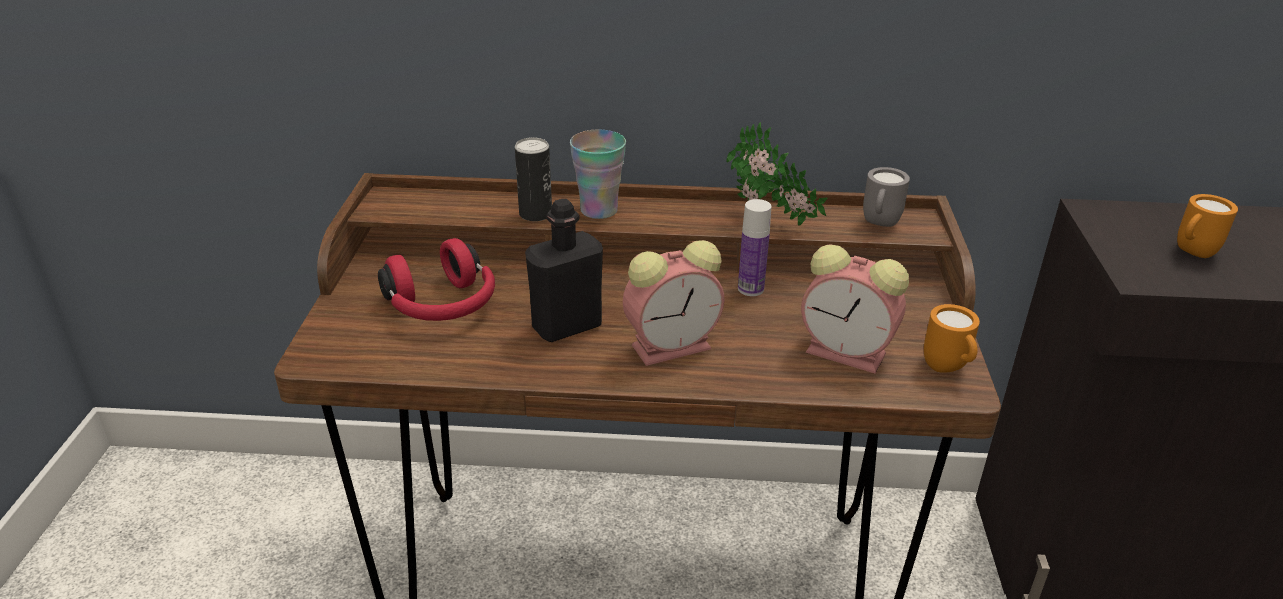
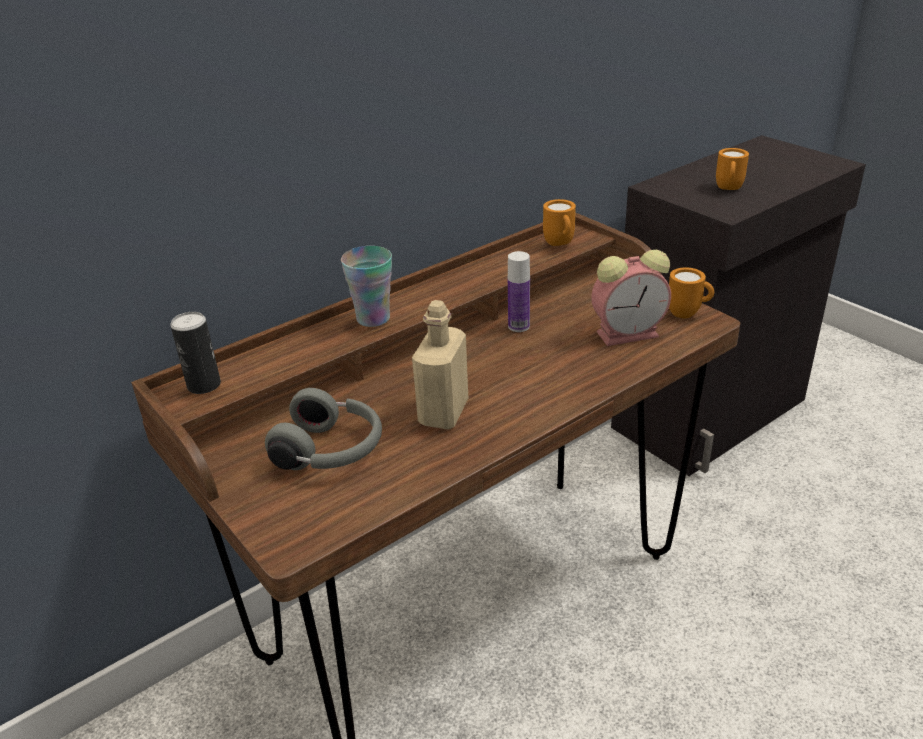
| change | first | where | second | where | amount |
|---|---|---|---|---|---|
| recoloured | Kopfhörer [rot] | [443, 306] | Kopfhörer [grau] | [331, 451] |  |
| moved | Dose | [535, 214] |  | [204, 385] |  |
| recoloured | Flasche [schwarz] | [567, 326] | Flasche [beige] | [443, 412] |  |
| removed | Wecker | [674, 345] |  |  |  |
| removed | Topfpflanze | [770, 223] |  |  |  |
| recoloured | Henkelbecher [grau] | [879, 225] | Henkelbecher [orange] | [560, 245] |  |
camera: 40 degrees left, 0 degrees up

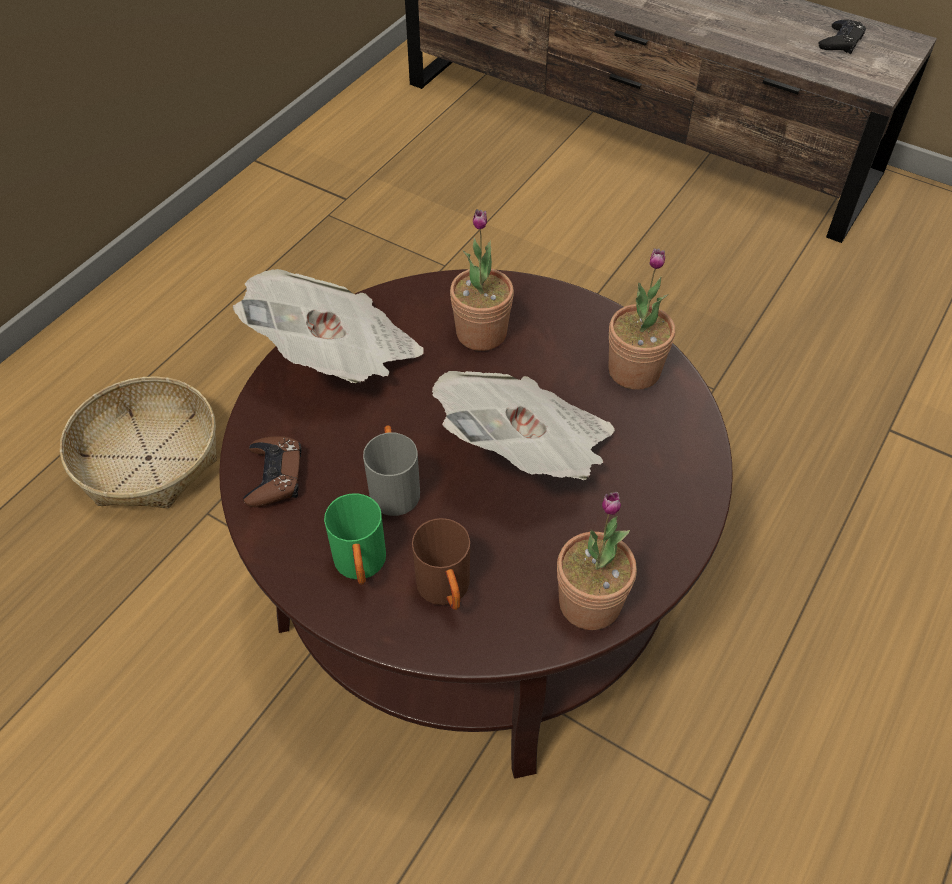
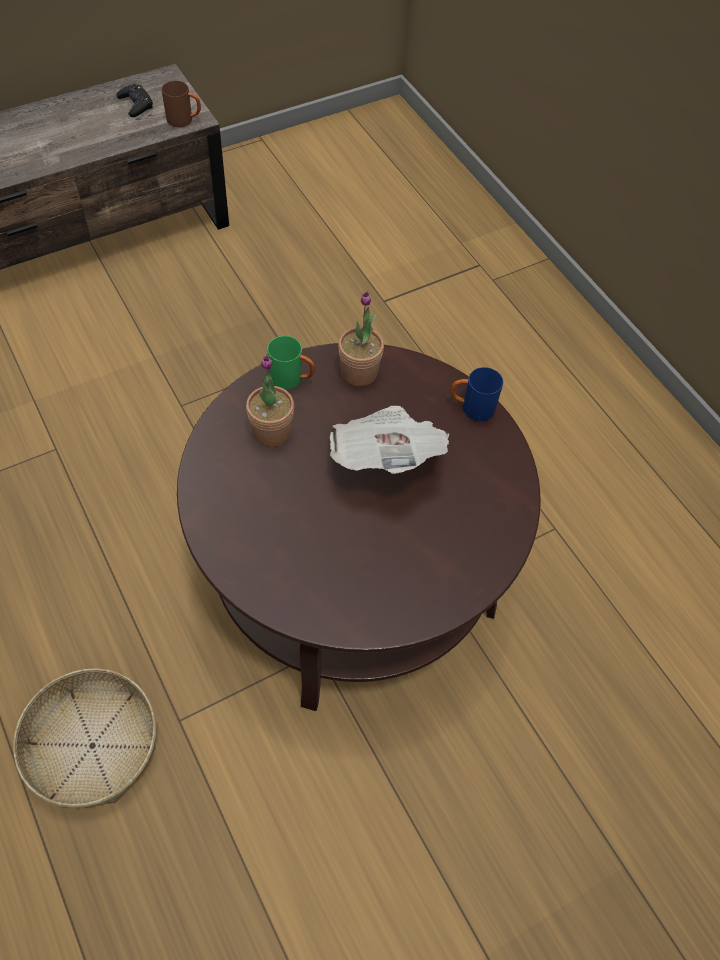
| change | first | where | second | where | amount |
|---|---|---|---|---|---|
| removed | Zeitung | [338, 357] |  |  |  |
| removed | Gamepad [braun] | [274, 476] |  |  |  |
| moved | Henkelbecher [grün] | [361, 567] |  | [292, 380] |  |
| removed | Henkelbecher [grau] | [394, 487] |  |  |  |
| moved | Henkelbecher [braun] | [446, 592] |  | [184, 120] |  |
| removed | Topfpflanze | [589, 603] |  |  |  |
| added |  |  | Henkelbecher [blau] | [471, 408] |  |
camera: 65 degrees left, 5 degrees up

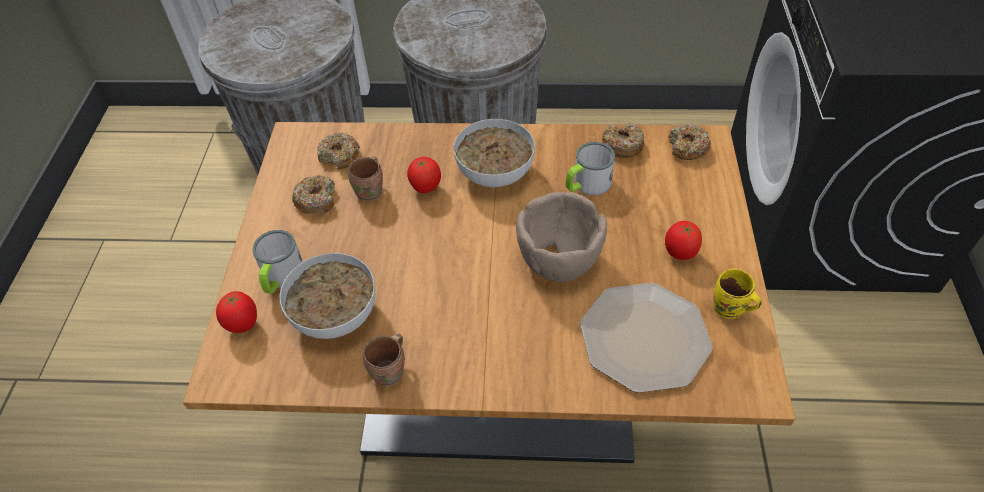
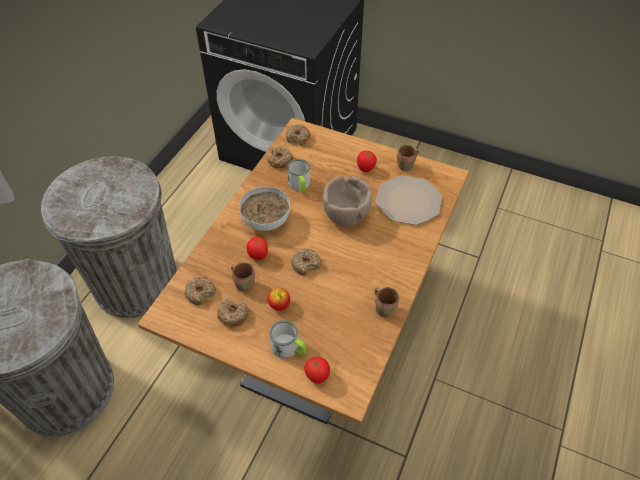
| change | first | where | second | where | amount |
|---|---|---|---|---|---|
| removed | Schüssel | [335, 313] |  |  |  |
| recoloured | Henkelbecher [gelb] | [729, 310] | Henkelbecher [braun] | [406, 166] |  |
| added |  |  | Apfel | [279, 305] |  |
| added |  |  | Donut | [306, 264] |  |
camera: 70 degrees left, 0 degrees up

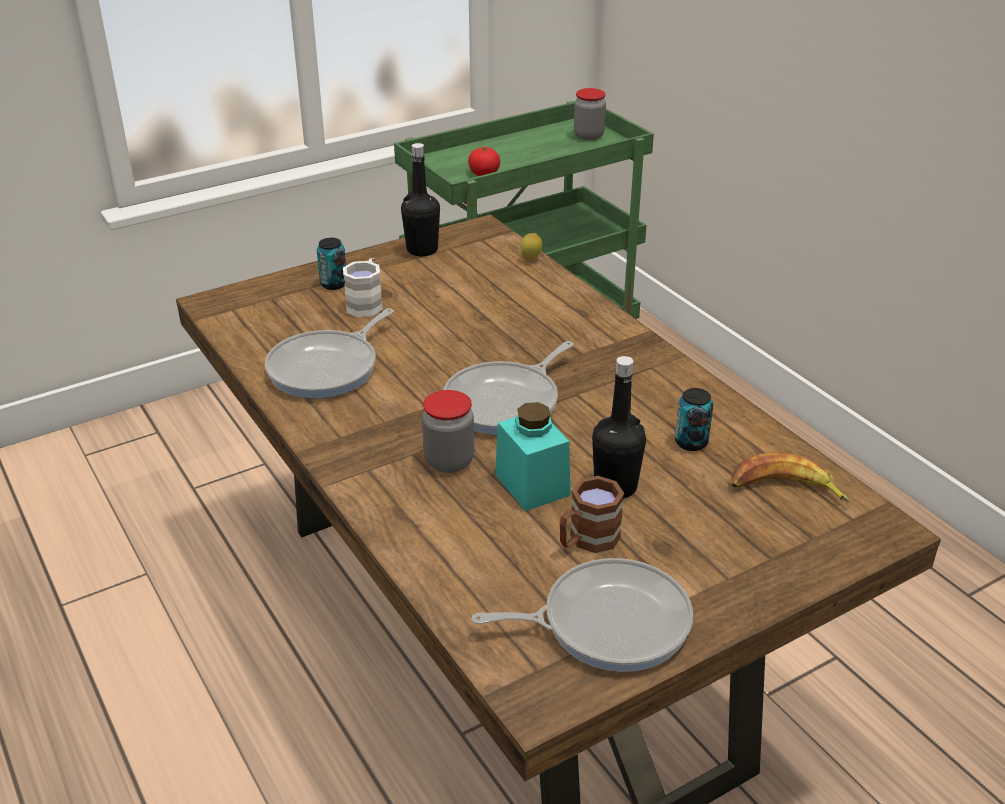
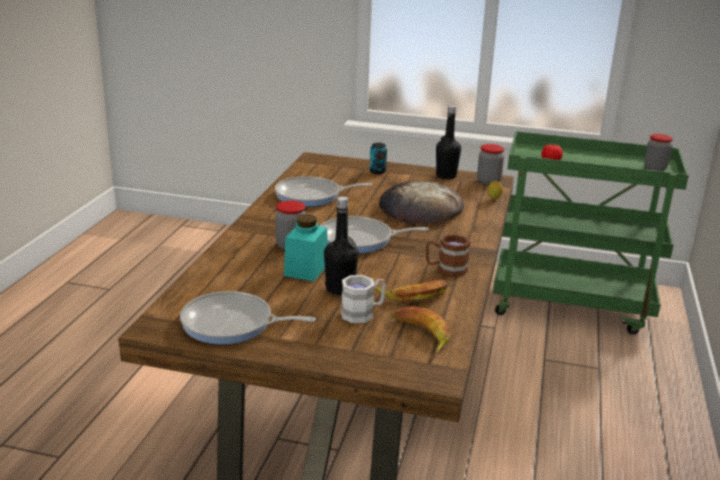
| change | first | where | second | where | amount |
|---|---|---|---|---|---|
| moved | Henkelbecher [weiß] | [367, 303] |  | [363, 313] |  |
| turned | Pfanne | [607, 622] |  | [232, 325] | 150 degrees clockwise |
| moved | Henkelbecher [braun] | [587, 540] |  | [445, 269] |  |
| replaced | Dose | [691, 442] | Banane | [414, 295] |  |
| added |  |  | Brot | [420, 209] |  |
| added |  |  | Vorratsglas | [488, 181] |  |
camera: 45 degrees right, 10 degrees down

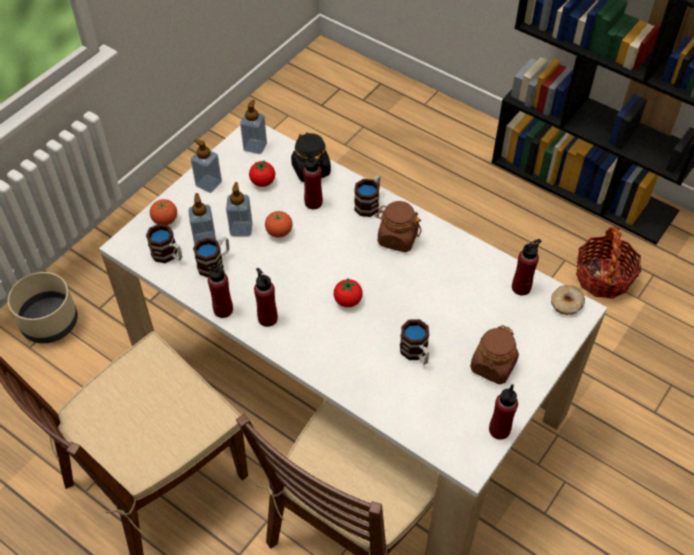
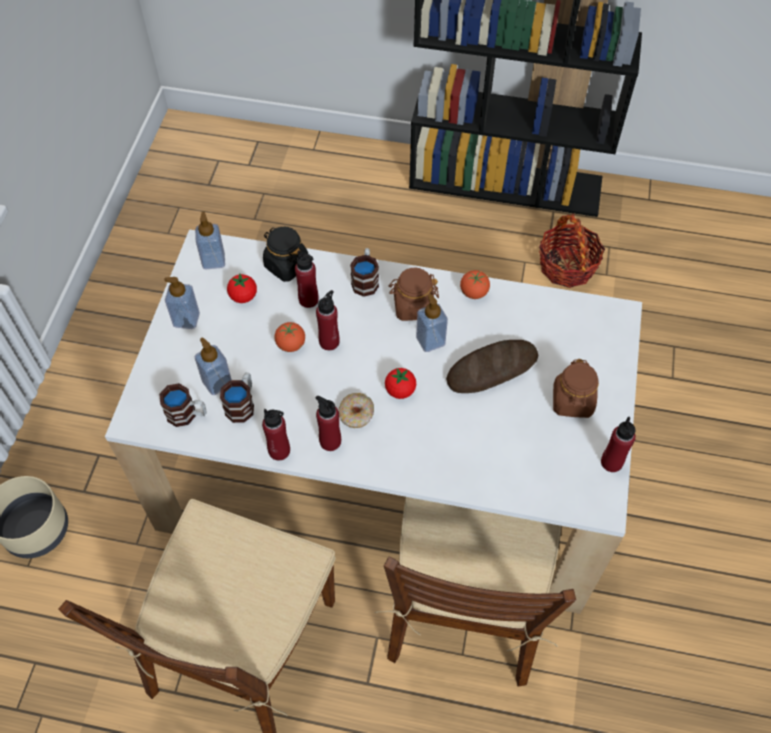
| change | first | where | second | where | amount |
|---|---|---|---|---|---|
| moved | Tomate | [165, 220] |  | [474, 292] |  |
| moved | Seifenspender | [241, 229] |  | [430, 340] |  |
| removed | Henkelbecher | [416, 353] |  |  |  |
| moved | Flasche [rot] | [521, 287] |  | [329, 341] |  |
| moved | Donut | [566, 304] |  | [356, 414] |  |
| added |  |  | Brot | [492, 369] |  |
camera: 25 degrees left, 5 degrees up

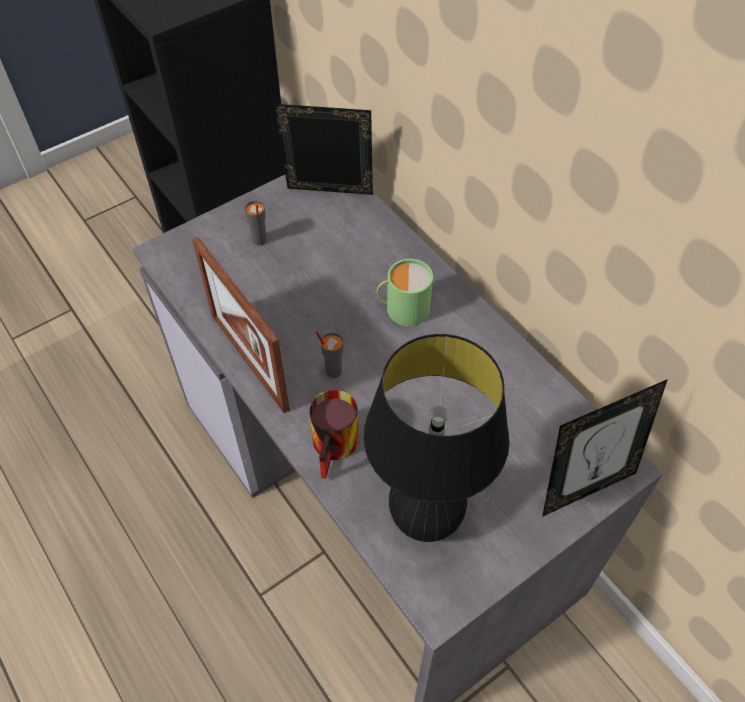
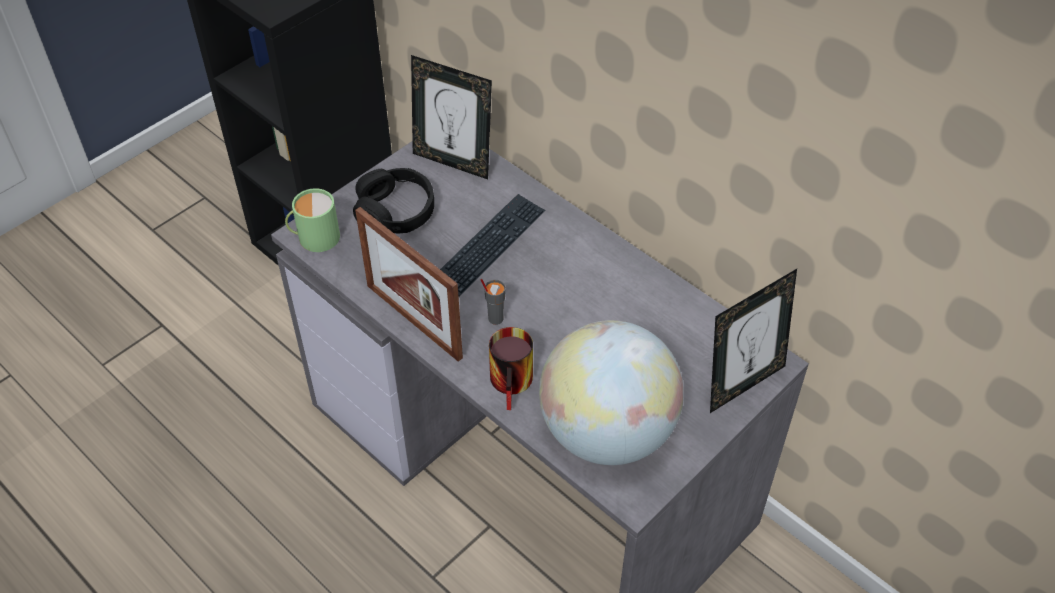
| change | first | where | second | where | amount |
|---|---|---|---|---|---|
| replaced | Tasse [grau] | [259, 240] | Kopfhörer [schwarz] | [395, 211] |  |
| turned | Bilderrahmen | [329, 196] |  | [453, 162] | 150 degrees counterclockwise |
| replaced | Tischlampe [schwarz] | [424, 521] | Globus | [607, 432] |  |
| moved | Henkelbecher [grün] | [403, 308] |  | [314, 237] |  |
| added |  |  | Tastatur | [490, 246] |  |
camera: 10 degrees left, 5 degrees down

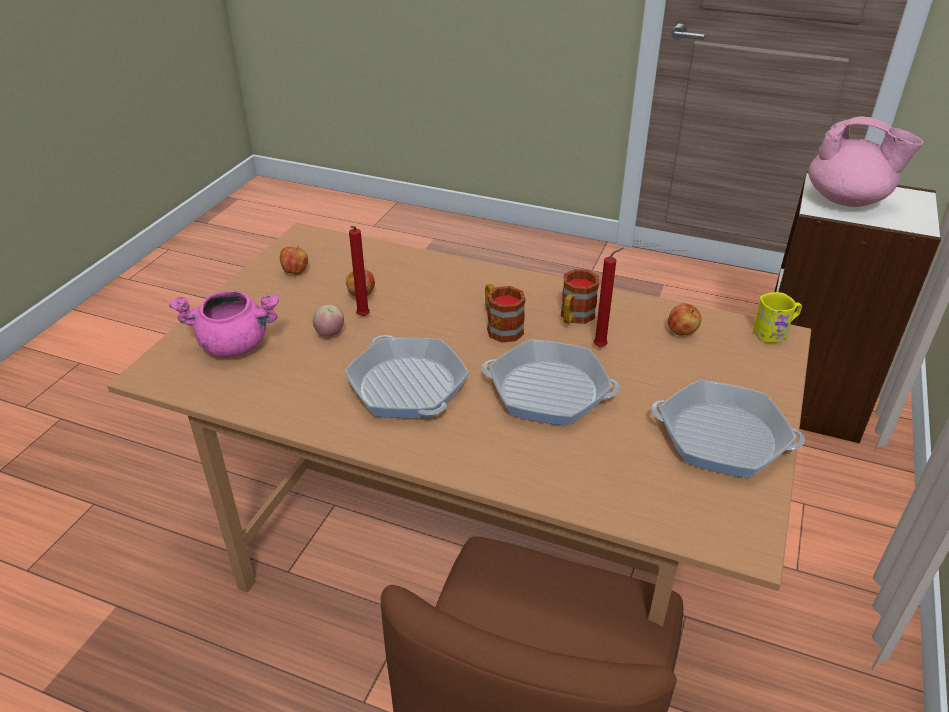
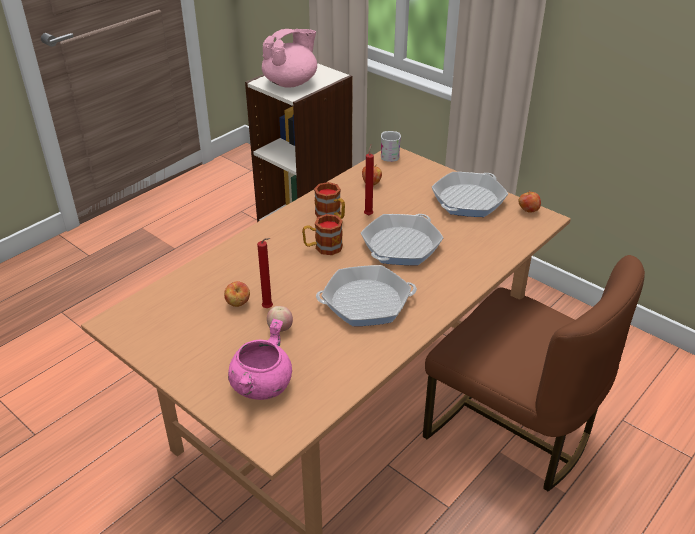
| change | first | where | second | where | amount |
|---|---|---|---|---|---|
| moved | Apfel | [295, 272] |  | [528, 210] |  |
| recoloured | Henkelbecher [gelb] | [774, 333] | Henkelbecher [weiß] | [390, 155] |  |
camera: 70 degrees left, 0 degrees up

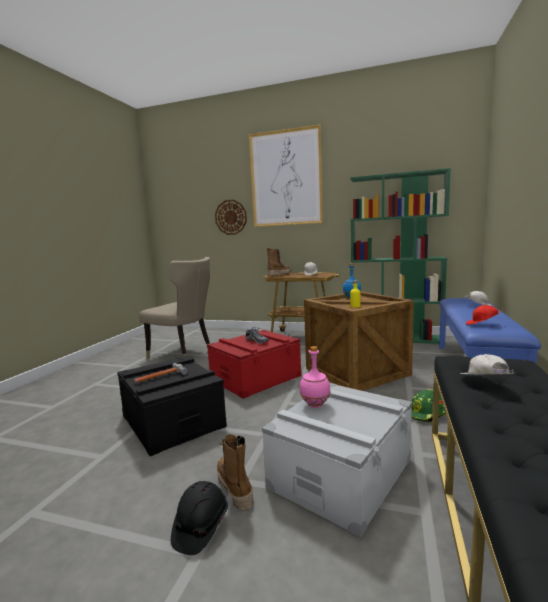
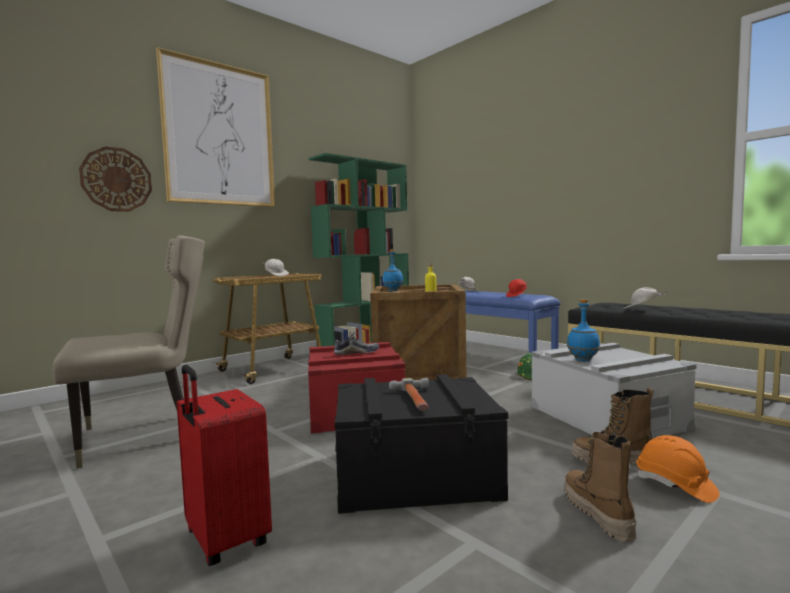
| change | first | where | second | where | amount |
|---|---|---|---|---|---|
| recoloured | Schutzhelm [schwarz] | [200, 527] | Schutzhelm [orange] | [675, 485] |  |
| moved | Stiefel | [279, 274] |  | [597, 513] |  |
| recoloured | Flasche [rosa] | [315, 405] | Flasche [blau] | [583, 360] |  |
| added |  |  | Koffer [rot] | [224, 540] |  |
camera: 60 degrees left, 5 degrees down

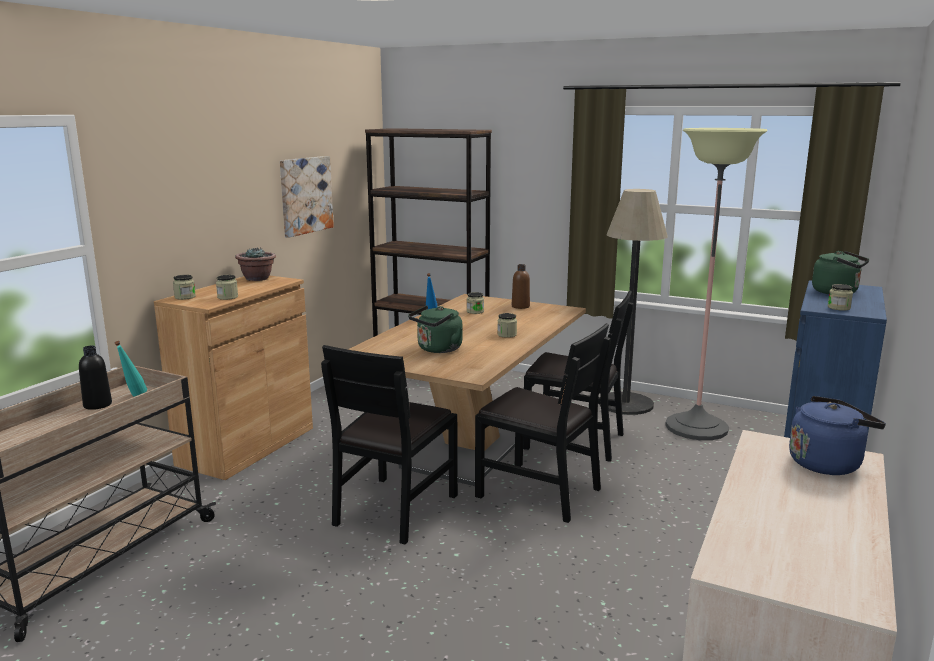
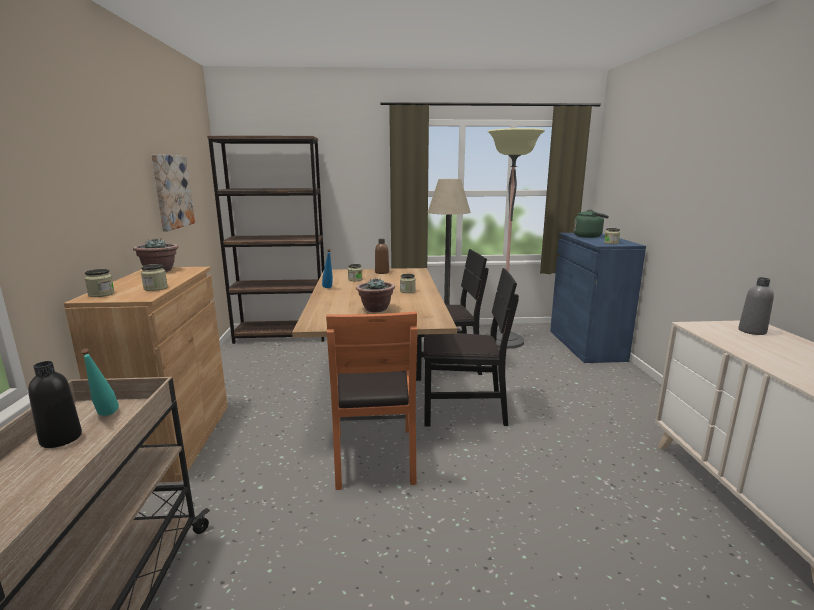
| change | first | where | second | where | amount |
|---|---|---|---|---|---|
| recoloured | Stuhl [schwarz] | [395, 508] | Stuhl [orange] | [374, 456] |  |
| replaced | Wasserkessel [grün] | [437, 349] | Topfpflanze | [375, 309] |  |
| replaced | Wasserkessel [blau] | [827, 463] | Flasche [grau] | [752, 331] |  |
camera: 30 degrees left, 0 degrees up

